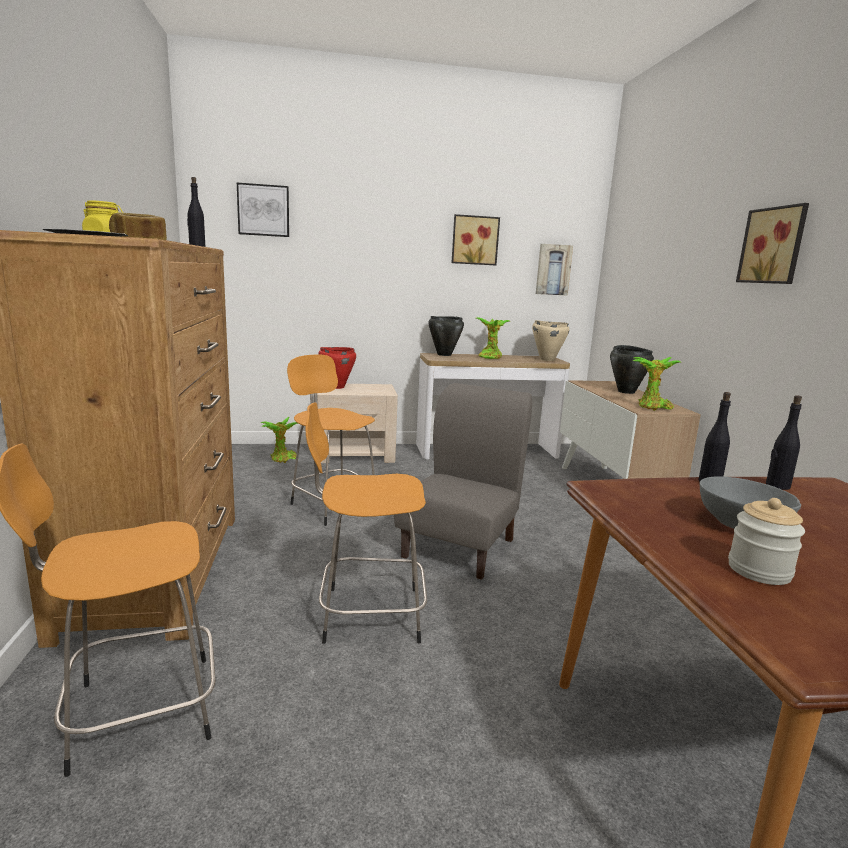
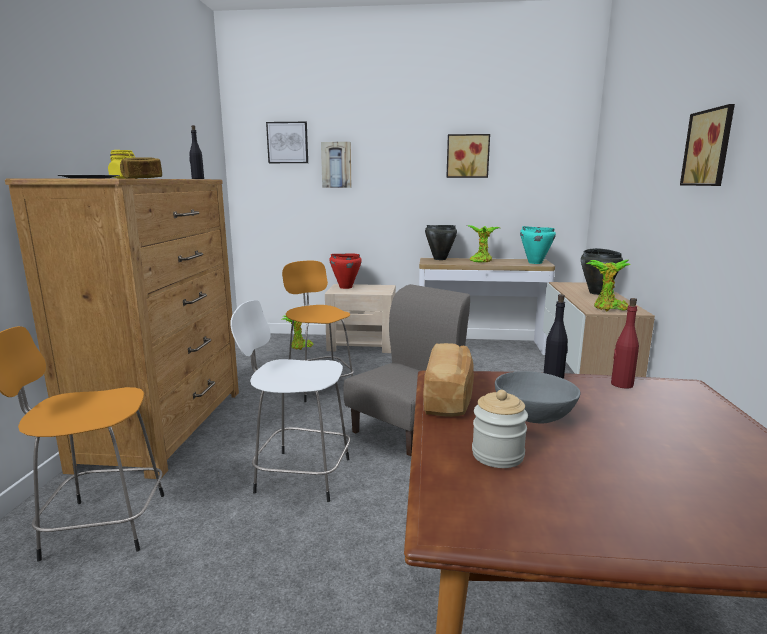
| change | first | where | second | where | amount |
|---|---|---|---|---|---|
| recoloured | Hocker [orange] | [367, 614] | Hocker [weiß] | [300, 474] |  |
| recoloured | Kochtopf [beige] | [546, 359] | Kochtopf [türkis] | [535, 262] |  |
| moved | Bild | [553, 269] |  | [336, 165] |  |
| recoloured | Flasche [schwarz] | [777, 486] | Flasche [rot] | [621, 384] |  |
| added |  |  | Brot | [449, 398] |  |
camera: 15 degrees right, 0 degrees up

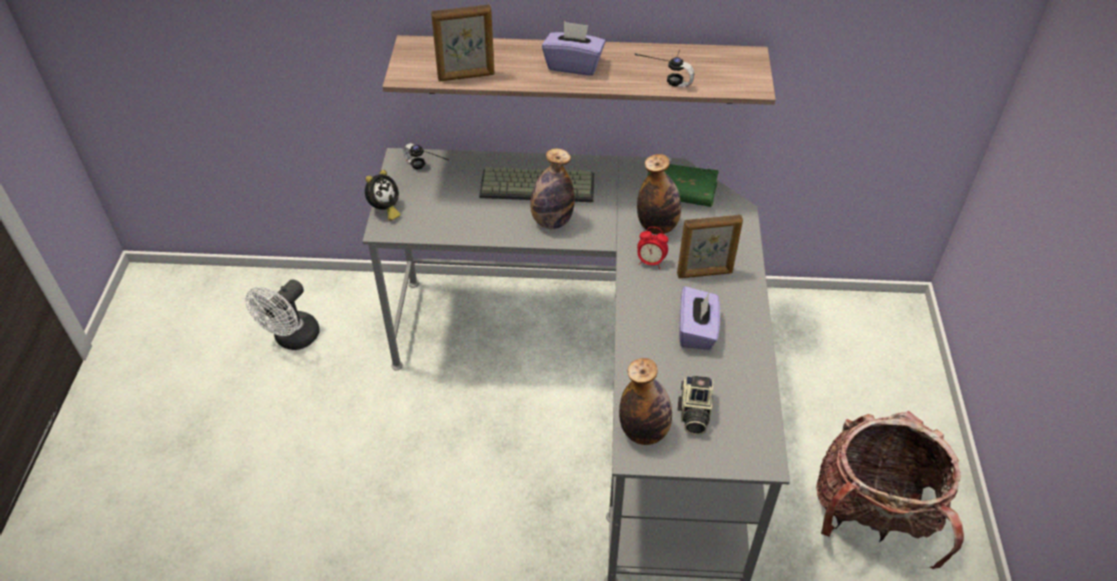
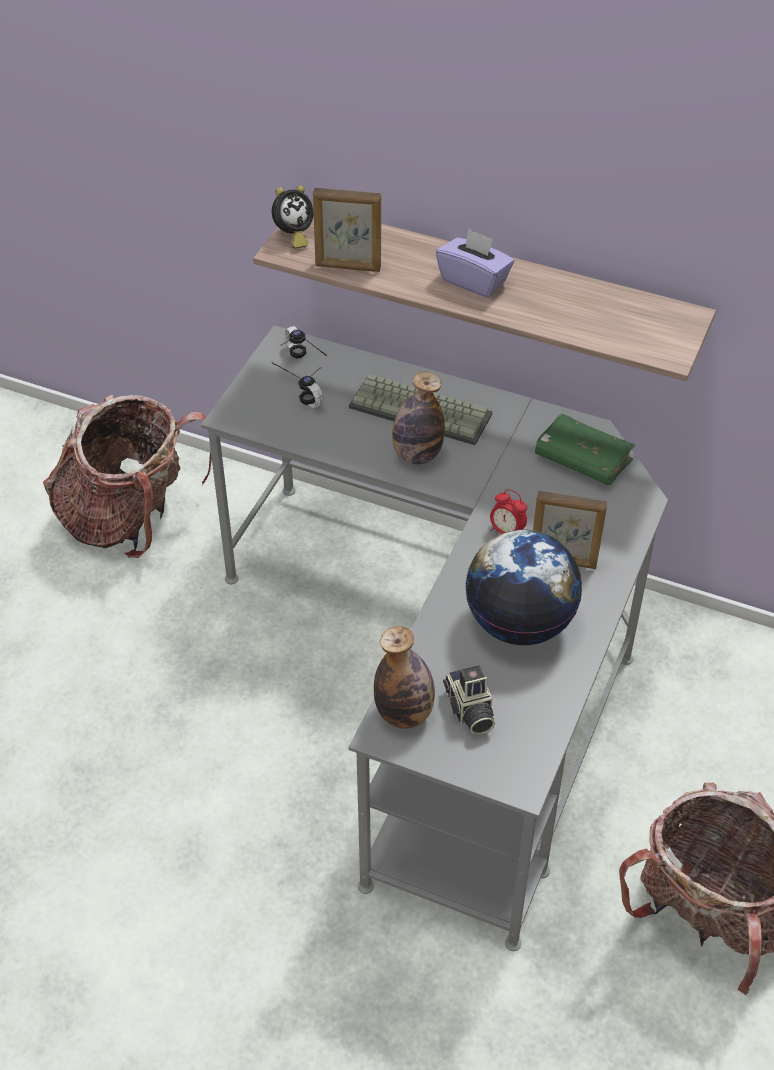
| change | first | where | second | where | amount |
|---|---|---|---|---|---|
| replaced | Ventilator [weiß] | [292, 339] | Rucksack | [131, 518] |  |
| moved | Wecker | [384, 210] |  | [293, 236] |  |
| moved | Kopfhörer | [667, 77] |  | [305, 393] |  |
| removed | Flasche | [657, 226] |  |  |  |
| turned | Kamera | [693, 413] |  | [469, 710] | 45 degrees counterclockwise |
| replaced | Taschentuchbox [lila] | [697, 331] | Globus | [520, 622] |  |
camera: 20 degrees right, 0 degrees up

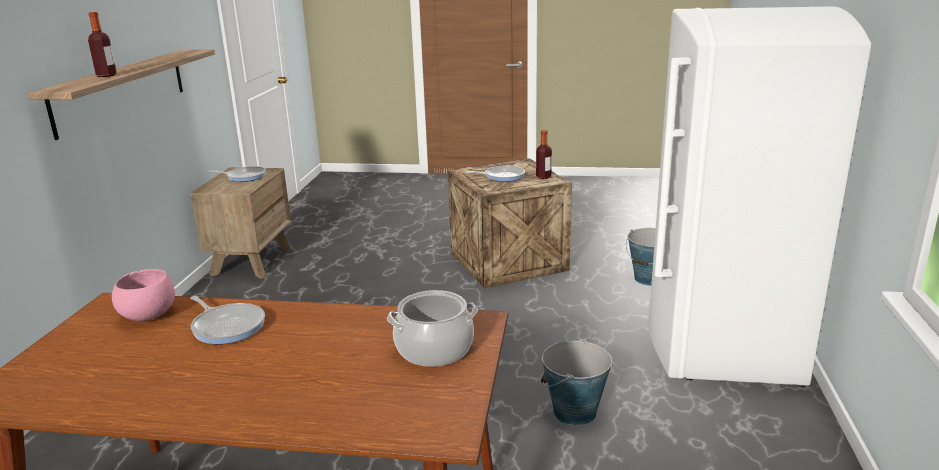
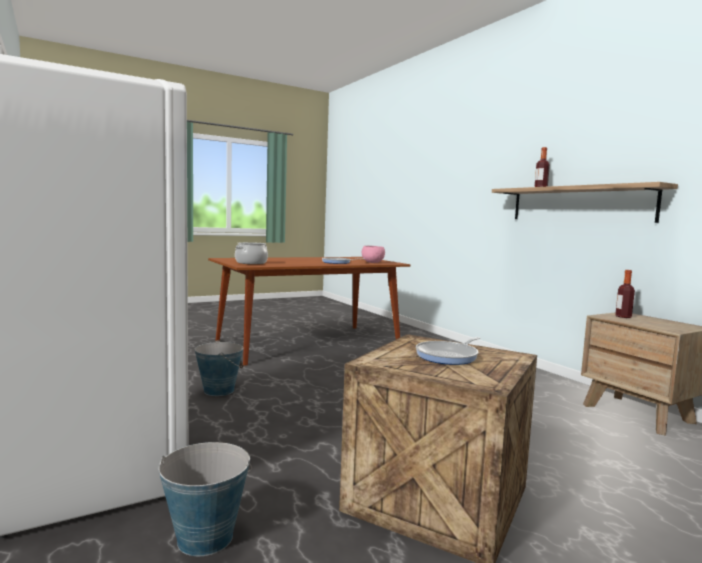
| change | first | where | second | where | amount |
|---|---|---|---|---|---|
| removed | Pfanne | [244, 176] |  |  |  |
| moved | Flasche | [543, 177] |  | [623, 316] |  |
camera: 140 degrees right, 15 degrees down

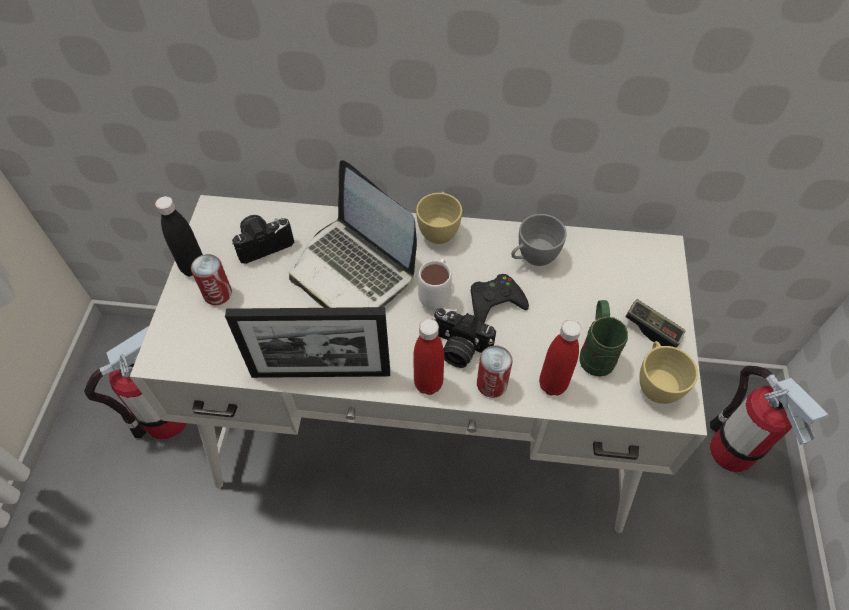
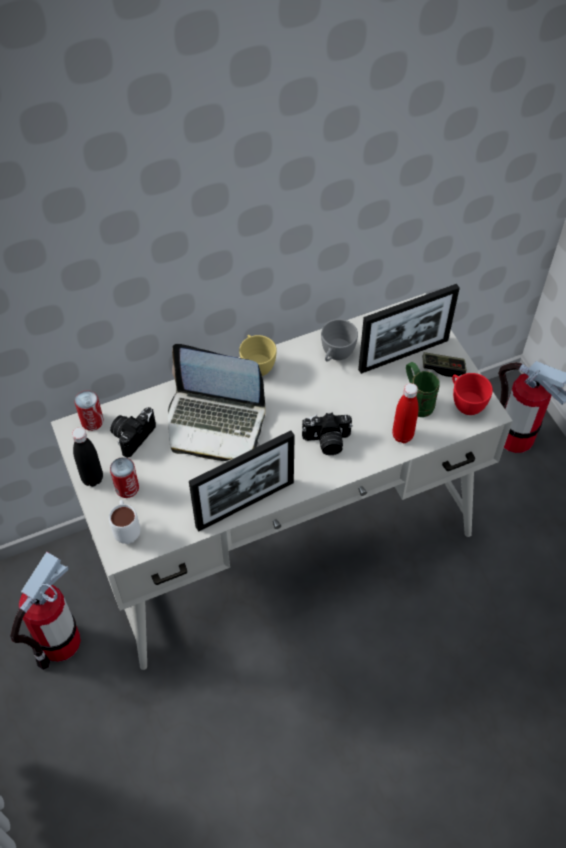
| change | first | where | second | where | amount |
|---|---|---|---|---|---|
| removed | Flasche [rot] | [428, 383] |  |  |  |
| moved | Henkelbecher [weiß] | [436, 296] |  | [127, 530] |  |
| removed | Gamepad [schwarz] | [495, 302] |  |  |  |
| moved | Dose | [491, 384] |  | [92, 421] |  |
| recoloured | Tasse [gelb] | [656, 383] | Tasse [rot] | [465, 403] |  |
| added |  |  | Bilderrahmen | [403, 355] |  |
camera: 30 degrees left, 0 degrees up

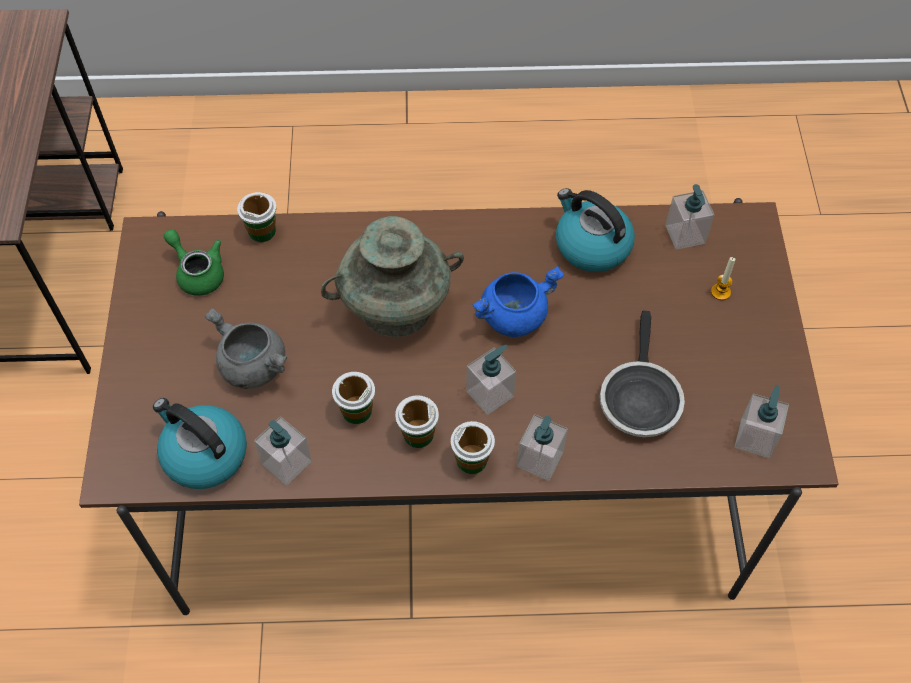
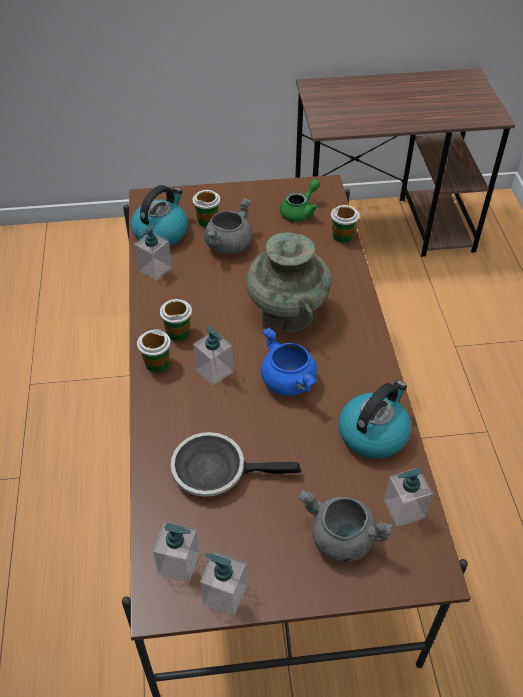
| change | first | where | second | where | amount |
|---|---|---|---|---|---|
| moved | Tasse | [356, 410] |  | [207, 221] |  |
| moved | Seifenspender | [540, 460] |  | [225, 594] |  |
| replaced | Kerze | [720, 292] | Kochtopf [grau] | [340, 539] |  |
camera: 85 degrees right, 10 degrees down

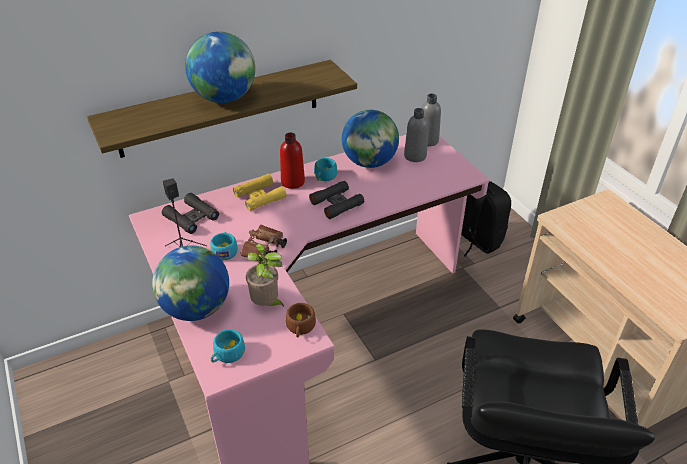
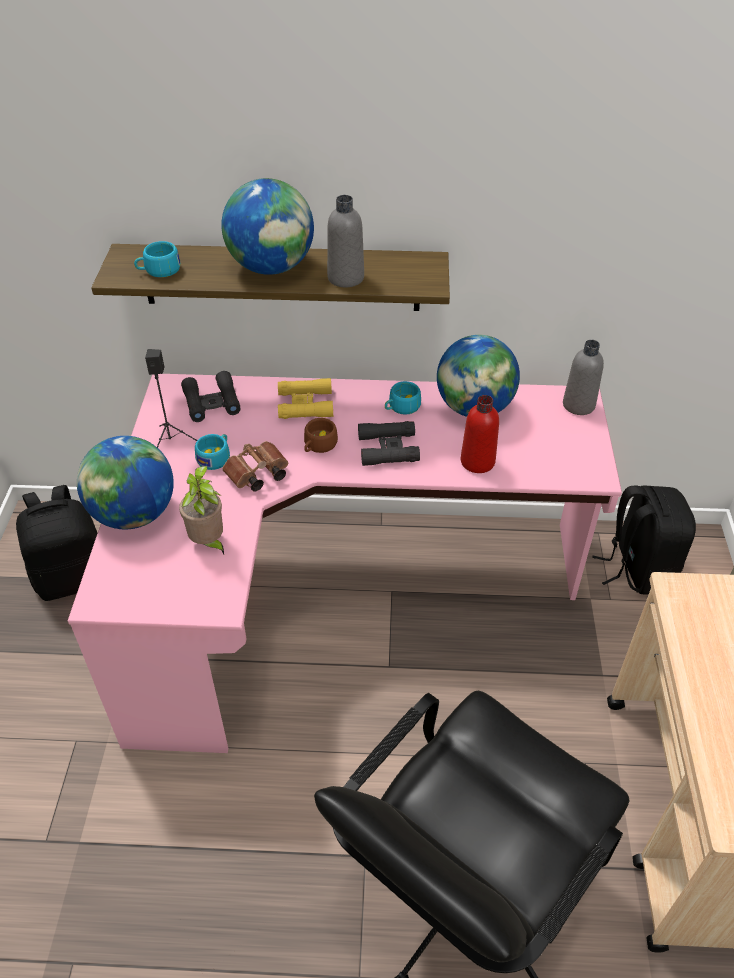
| change | first | where | second | where | amount |
|---|---|---|---|---|---|
| moved | Tasse [türkis] | [227, 355] |  | [158, 270] |  |
| moved | Flasche [rot] | [293, 182] |  | [477, 462] |  |
| moved | Tasse [braun] | [300, 328] |  | [318, 445] |  |
| moved | Flasche [grau] | [415, 156] |  | [345, 278] |  |
| added |  |  | Rucksack [schwarz] | [74, 577] |  |
camera: 30 degrees right, 5 degrees up

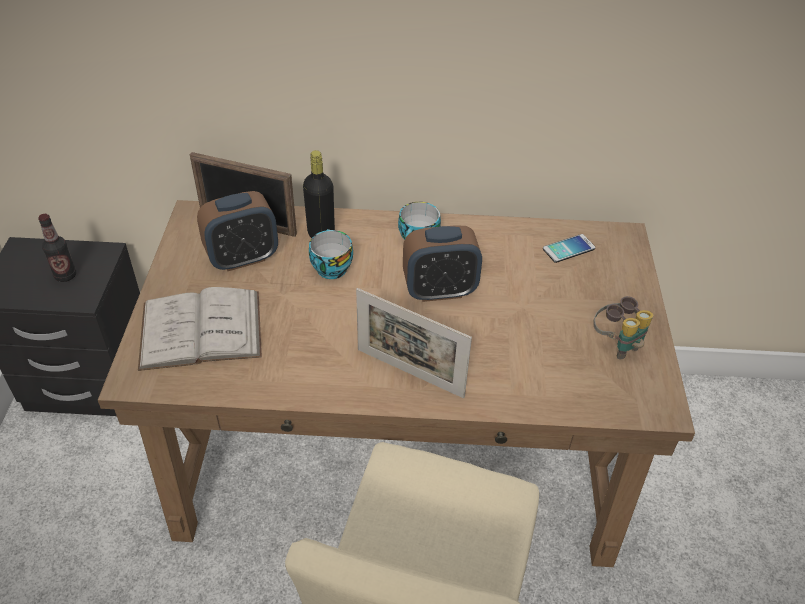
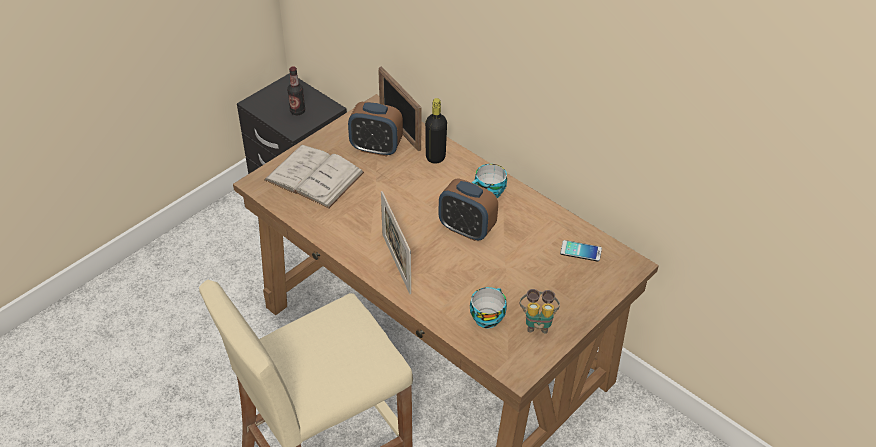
| change | first | where | second | where | amount |
|---|---|---|---|---|---|
| moved | Tasse | [330, 267] |  | [487, 317] |  |
camera: 40 degrees right, 0 degrees up

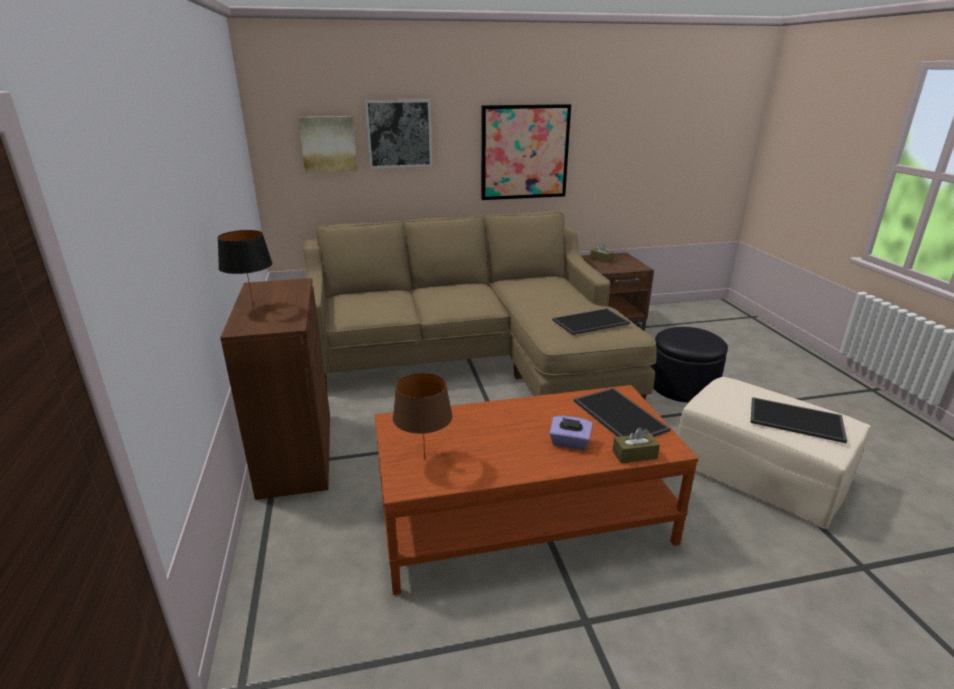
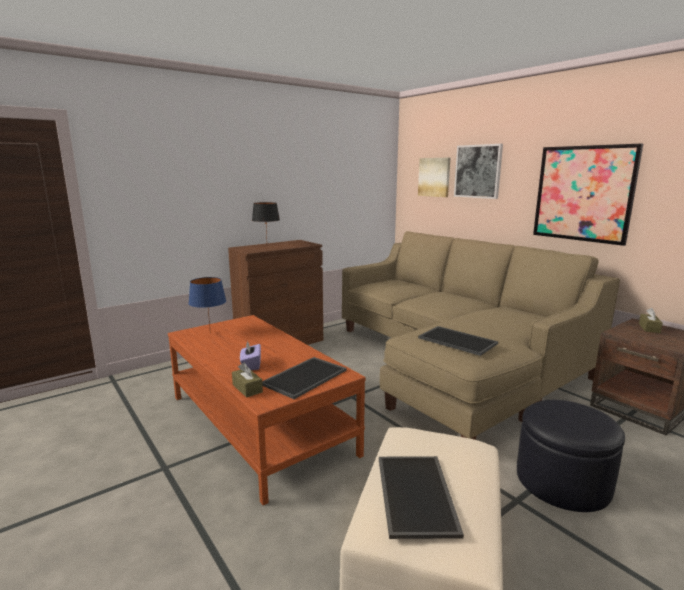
| change | first | where | second | where | amount |
|---|---|---|---|---|---|
| recoloured | Tischlampe [braun] | [425, 460] | Tischlampe [blau] | [210, 333] |  |
camera: 65 degrees right, 10 degrees down

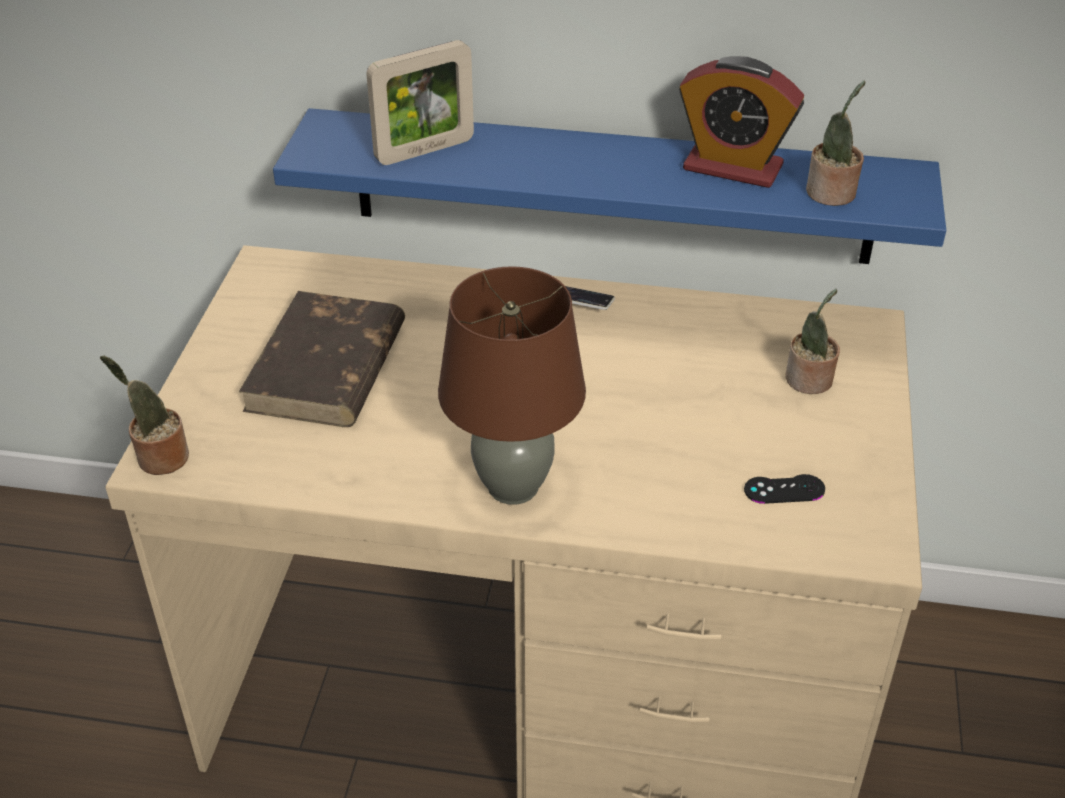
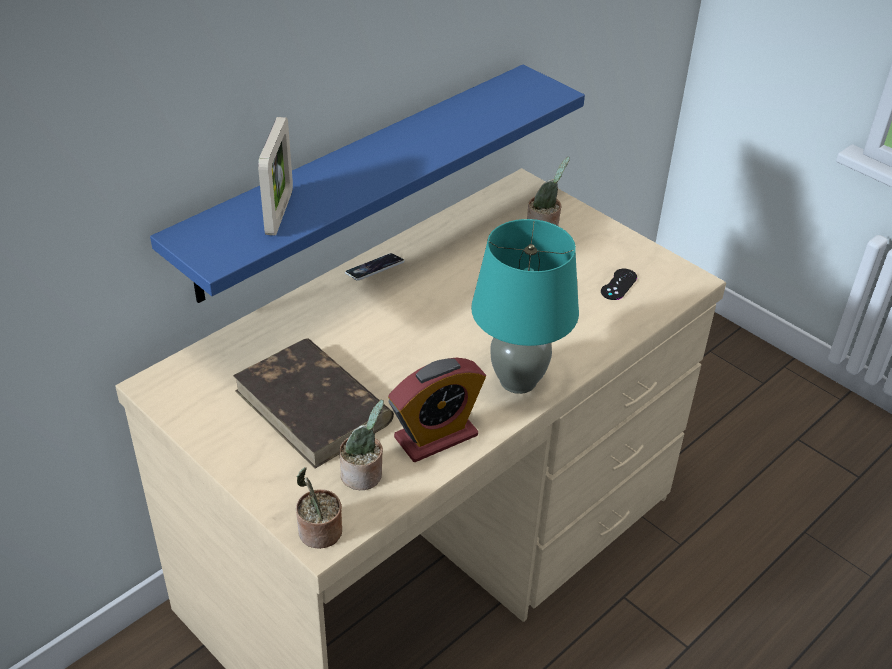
| change | first | where | second | where | amount |
|---|---|---|---|---|---|
| recoloured | Tischlampe [braun] | [512, 486] | Tischlampe [türkis] | [517, 381] |  |
| moved | Wecker | [732, 167] |  | [436, 436] |  |
| moved | Topfpflanze | [831, 194] |  | [364, 476] |  |
camera: 55 degrees left, 0 degrees up

